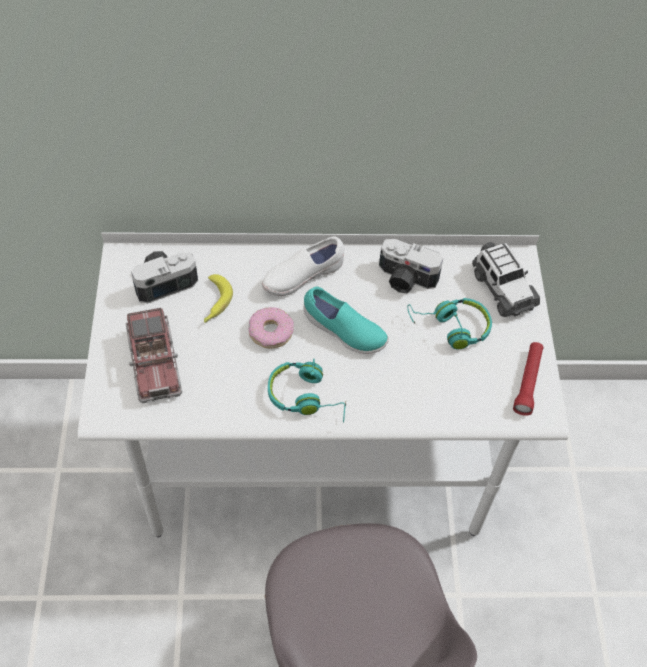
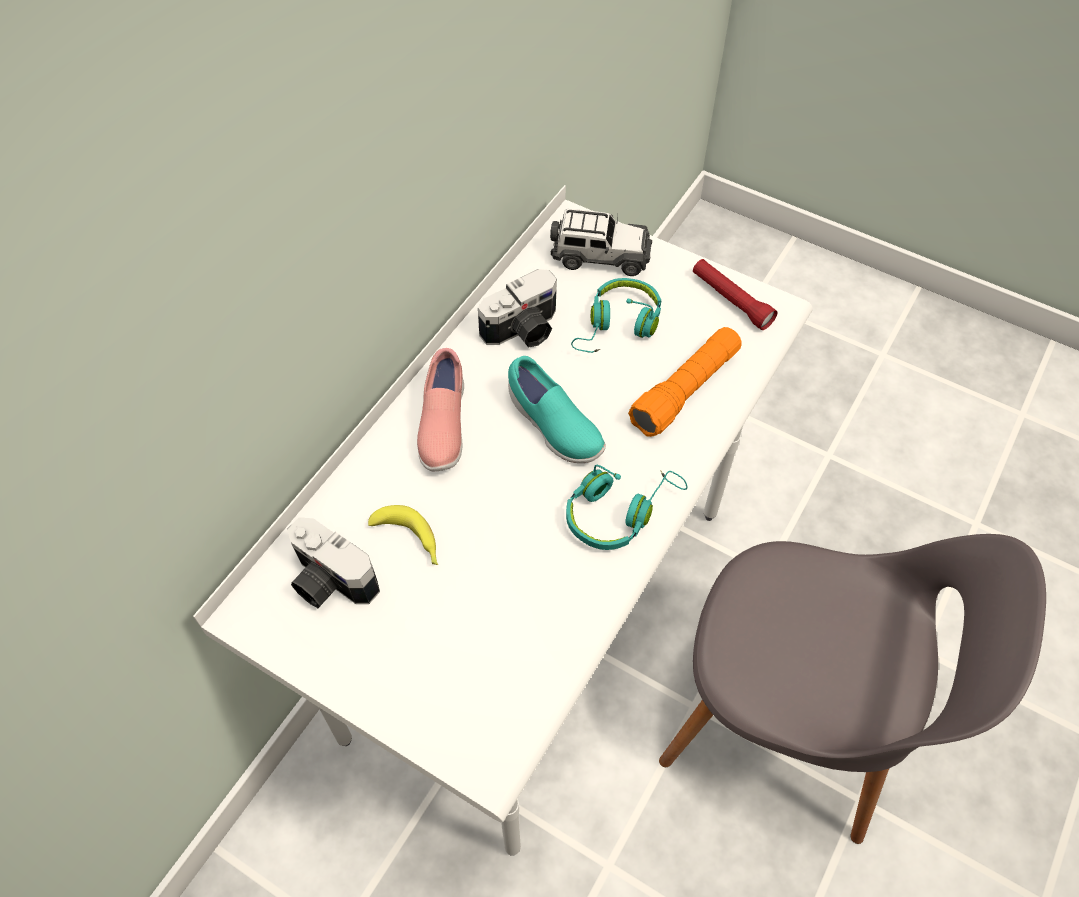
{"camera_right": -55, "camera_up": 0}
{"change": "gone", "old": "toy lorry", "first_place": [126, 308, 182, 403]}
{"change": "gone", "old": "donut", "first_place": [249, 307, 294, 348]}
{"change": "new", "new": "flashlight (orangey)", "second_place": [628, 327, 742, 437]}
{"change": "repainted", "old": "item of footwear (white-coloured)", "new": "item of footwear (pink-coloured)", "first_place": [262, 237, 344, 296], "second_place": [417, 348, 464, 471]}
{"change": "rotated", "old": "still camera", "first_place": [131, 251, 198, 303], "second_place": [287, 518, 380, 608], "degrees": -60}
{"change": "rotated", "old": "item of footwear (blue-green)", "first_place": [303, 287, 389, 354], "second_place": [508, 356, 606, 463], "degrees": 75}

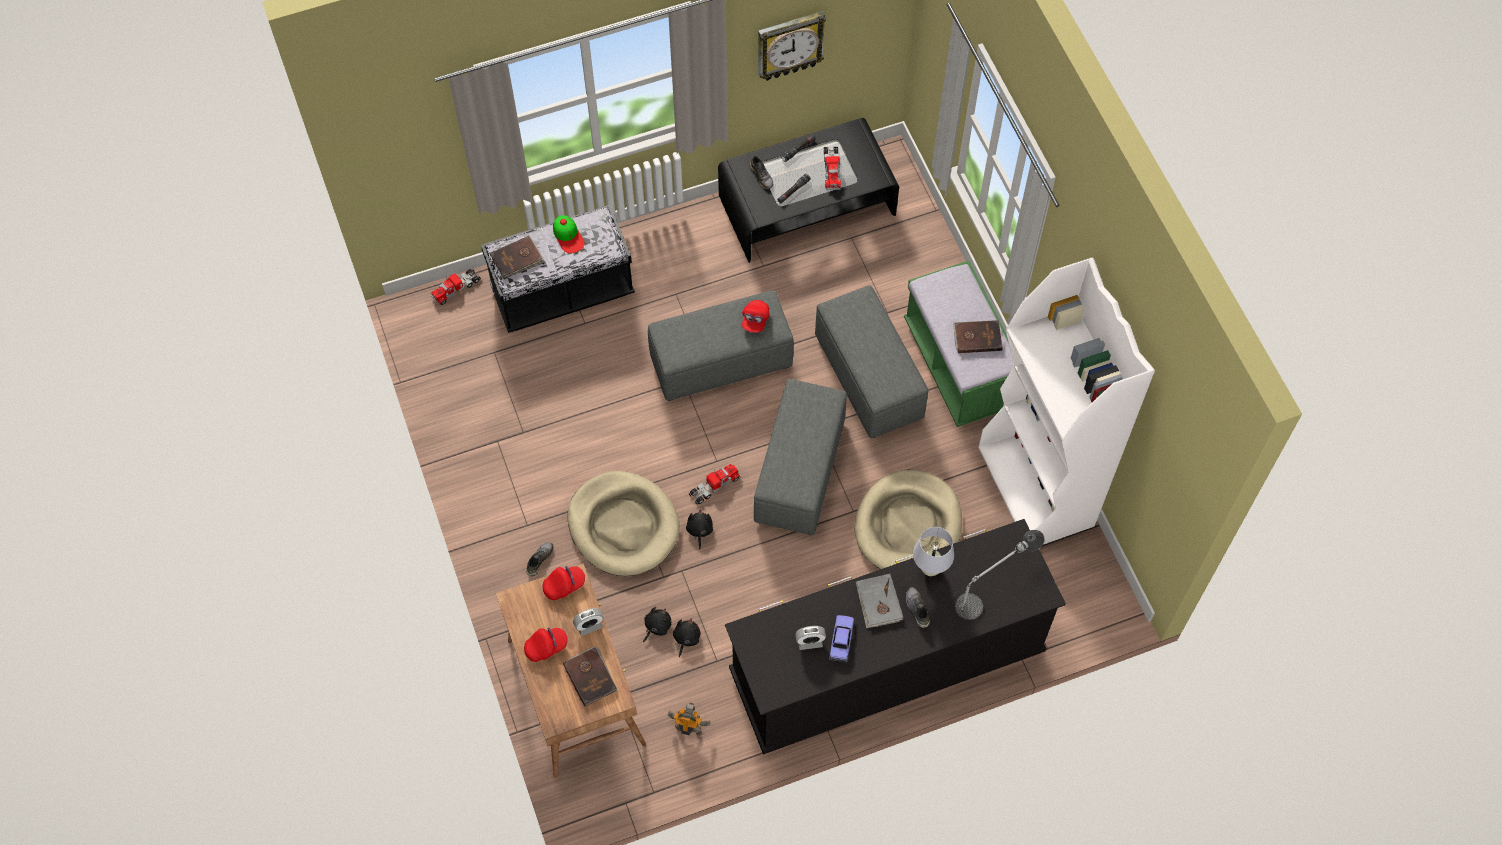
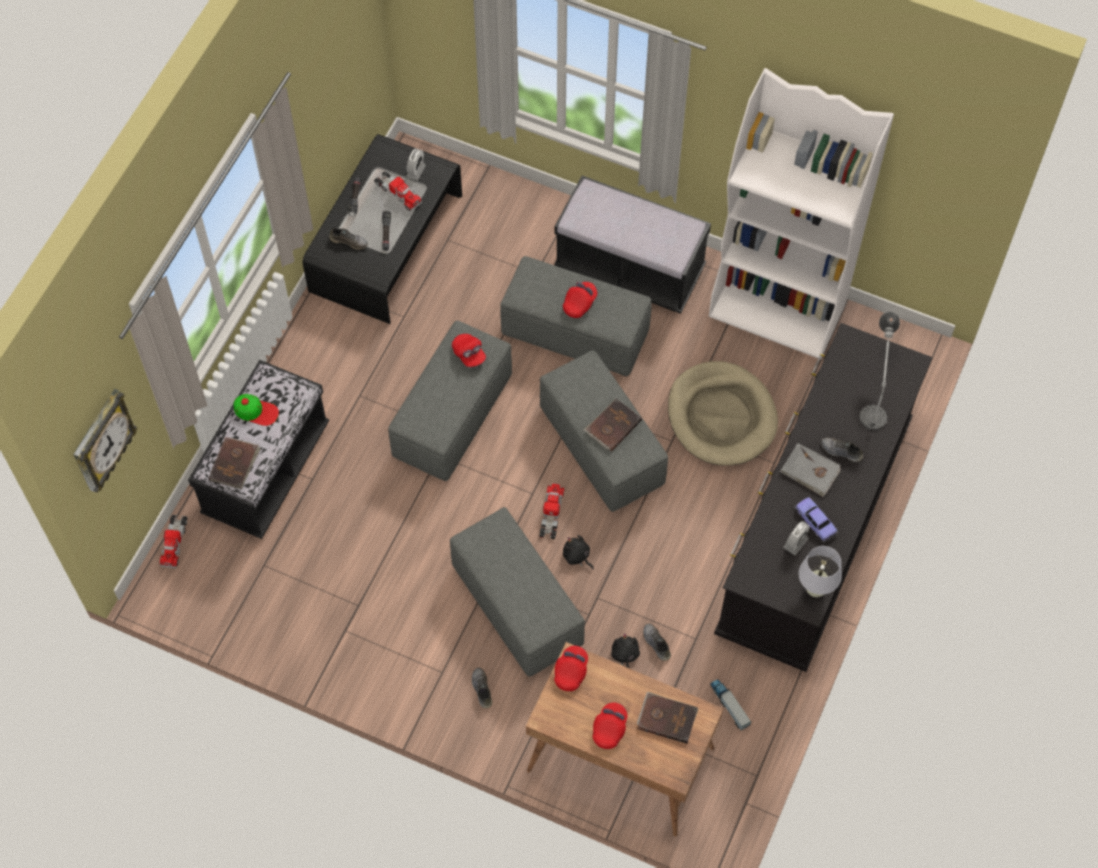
{"camera_right": -45, "camera_up": 0}
{"change": "new", "new": "cap (red)", "second_place": [563, 282, 597, 318]}
{"change": "shifted", "old": "alarm clock", "first_place": [573, 608, 603, 636], "second_place": [406, 148, 426, 181]}
{"change": "shifted", "old": "wall clock", "first_place": [758, 11, 826, 81], "second_place": [73, 389, 138, 492]}
{"change": "shifted", "old": "tabletop lamp (white-coloured)", "first_place": [913, 527, 954, 576], "second_place": [798, 546, 842, 597]}
{"change": "shifted", "old": "book (brownish)", "first_place": [953, 320, 1003, 353], "second_place": [583, 399, 642, 452]}
{"change": "swapped", "old": "dog bed (beige)", "new": "footrest (grey)", "first_place": [568, 471, 680, 576], "second_place": [450, 507, 585, 677]}
{"change": "swapped", "old": "model robot", "new": "toy lorry", "first_place": [667, 703, 711, 735], "second_place": [710, 679, 751, 730]}
{"change": "swapped", "old": "soft toy (blackish)", "new": "item of footwear (grey)", "first_place": [673, 618, 700, 657], "second_place": [643, 623, 671, 661]}
{"change": "repainted", "old": "long seat (greenish)", "new": "long seat (blackish)", "first_place": [904, 261, 1014, 427], "second_place": [554, 176, 711, 314]}

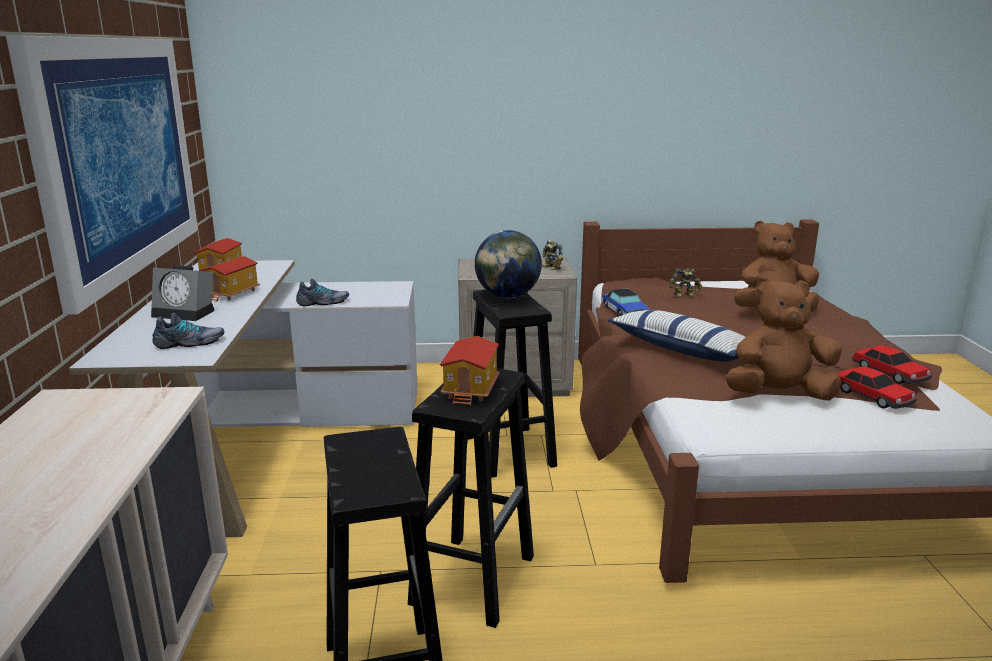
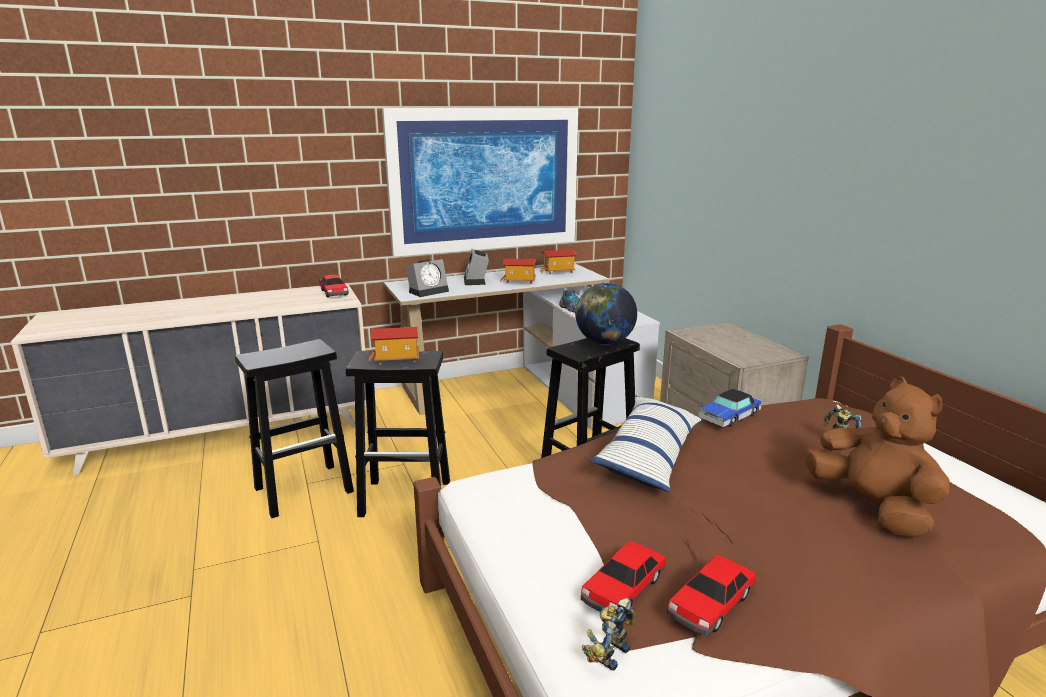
{"camera_right": 70, "camera_up": 0}
{"change": "gone", "old": "soft toy (brownish)", "first_place": [726, 277, 842, 401]}
{"change": "new", "new": "miniature car", "second_place": [320, 275, 349, 297]}
{"change": "shifted", "old": "model robot", "first_place": [542, 239, 563, 270], "second_place": [582, 598, 635, 671]}
{"change": "swapped", "old": "item of footwear", "new": "alarm clock", "first_place": [152, 313, 224, 349], "second_place": [405, 259, 449, 297]}

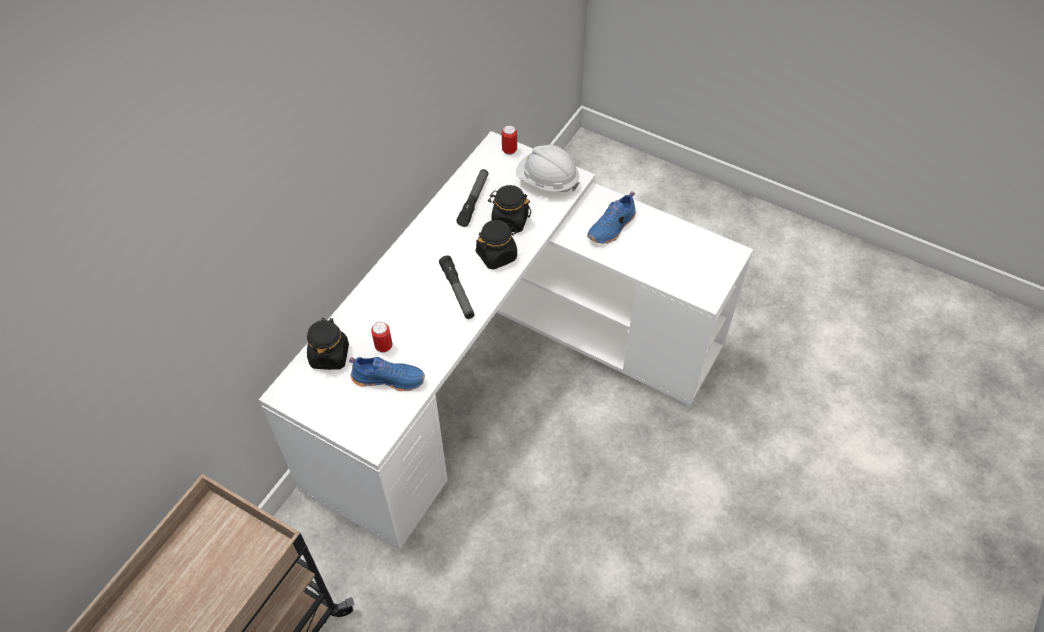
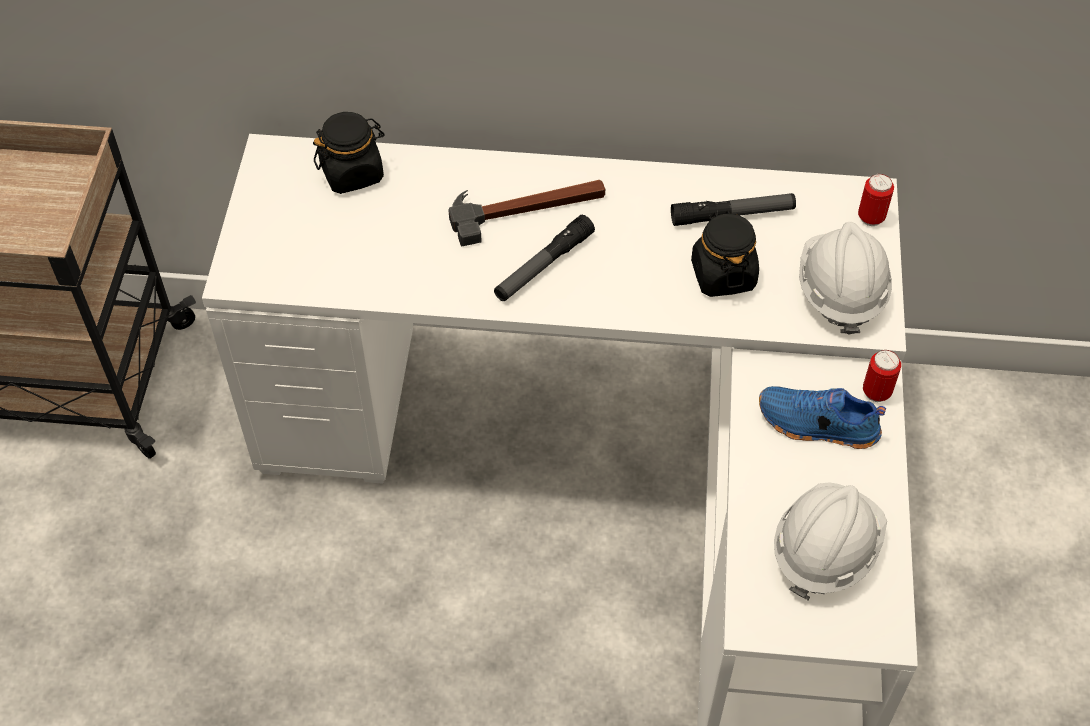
{"camera_right": 65, "camera_up": 0}
{"change": "gone", "old": "item of footwear (blue-coloured)", "first_place": [349, 357, 425, 391]}
{"change": "gone", "old": "jar (blackish)", "first_place": [476, 220, 518, 270]}
{"change": "new", "new": "hammer", "second_place": [448, 180, 605, 247]}
{"change": "new", "new": "work helmet (white-coloured)", "second_place": [774, 482, 887, 600]}
{"change": "shifted", "old": "sealed can", "first_place": [371, 322, 392, 353], "second_place": [863, 350, 901, 402]}

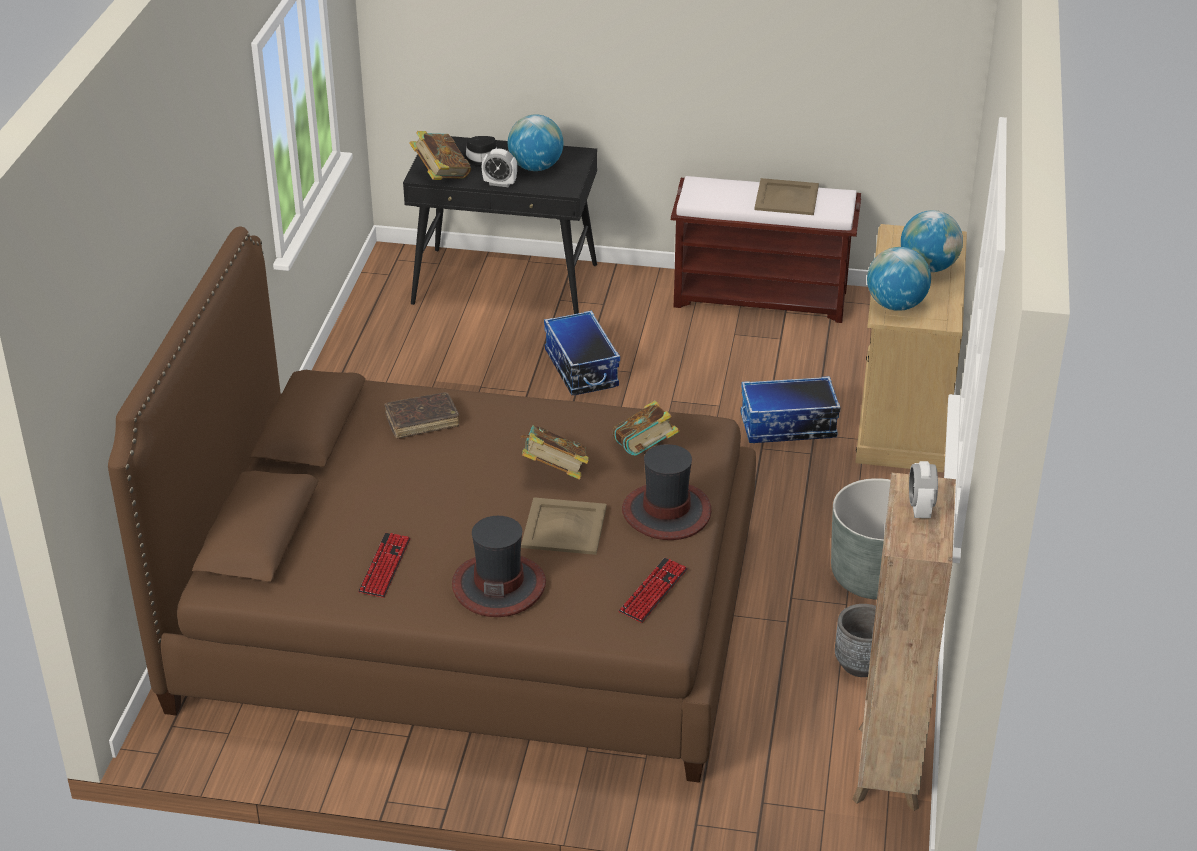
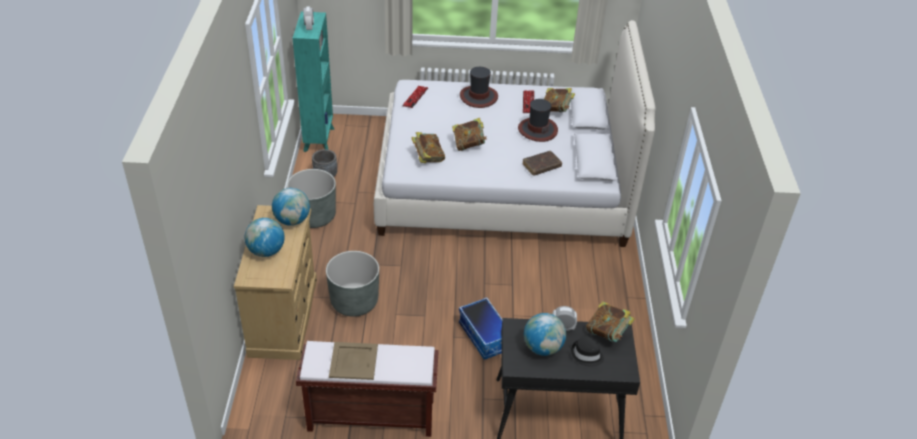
{"camera_right": 170, "camera_up": 5}
{"change": "gone", "old": "carrying tray (beige)", "first_place": [521, 497, 607, 555]}
{"change": "new", "new": "book", "second_place": [544, 88, 575, 112]}
{"change": "shifted", "old": "hat", "first_place": [622, 444, 712, 540], "second_place": [518, 99, 558, 142]}
{"change": "swapped", "old": "storage box", "new": "planter (grey)", "first_place": [741, 376, 841, 443], "second_place": [326, 251, 379, 317]}
{"change": "repainted", "old": "bed (brownish)", "new": "bed (white-coloured)", "first_place": [108, 227, 756, 783], "second_place": [374, 20, 655, 247]}
{"change": "repainted", "old": "bookshelf (brownish)", "new": "bookshelf (blue-green)", "first_place": [852, 473, 956, 811], "second_place": [293, 12, 334, 152]}

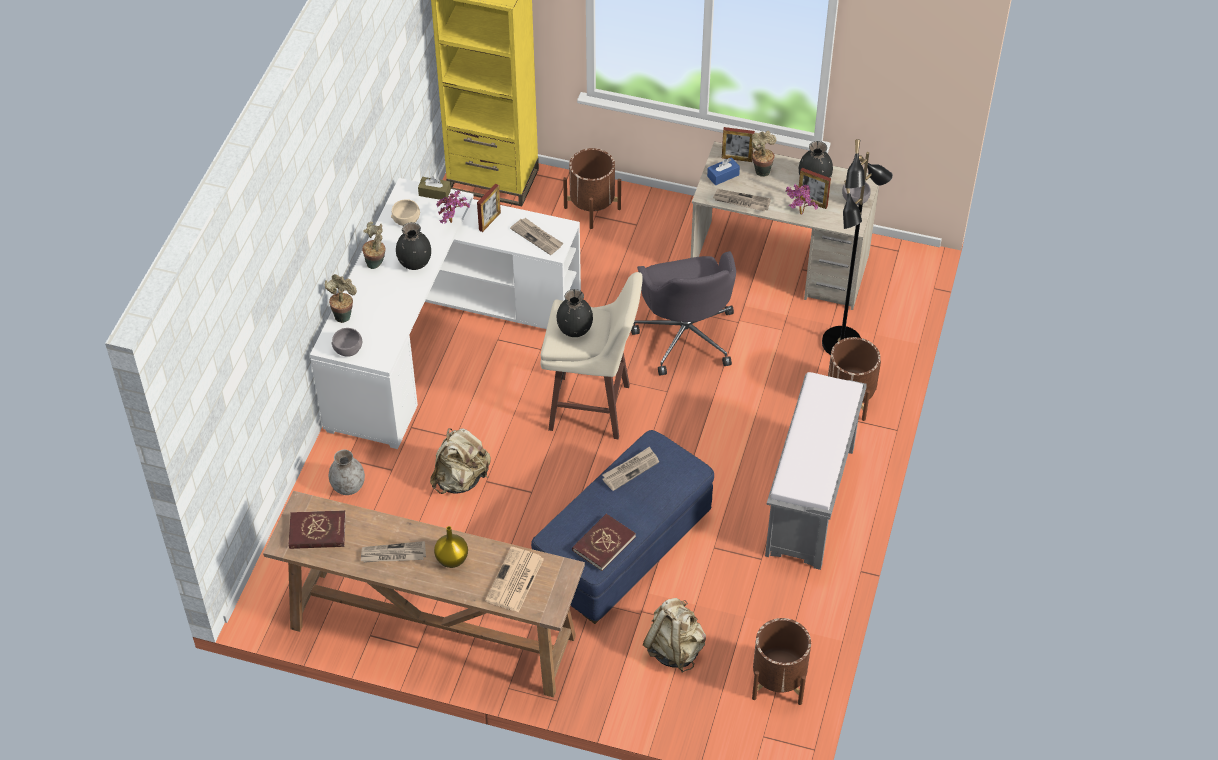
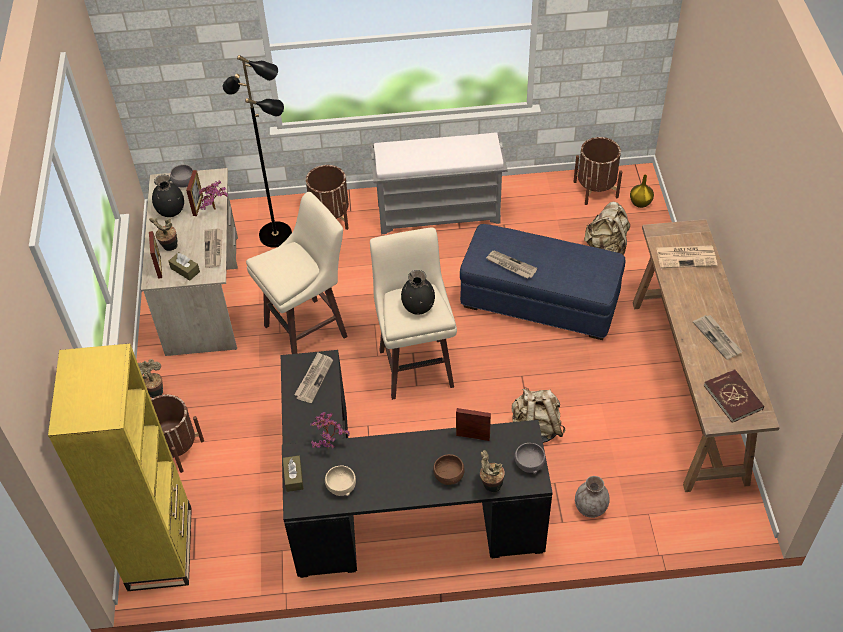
{"camera_right": -110, "camera_up": 0}
{"change": "gone", "old": "flower vase (blackish)", "first_place": [396, 222, 431, 270]}
{"change": "gone", "old": "book (red)", "first_place": [572, 514, 636, 571]}
{"change": "new", "new": "deep dish (brownish)", "second_place": [433, 454, 465, 485]}
{"change": "shifted", "old": "potted plant", "first_place": [362, 222, 386, 269], "second_place": [138, 359, 163, 398]}
{"change": "shifted", "old": "flower vase (yellowish)", "first_place": [434, 526, 468, 568], "second_place": [630, 175, 654, 208]}
{"change": "shifted", "old": "picture frame", "first_place": [477, 183, 501, 232], "second_place": [456, 408, 491, 441]}
{"change": "swapped", "old": "computer chair (grey)", "new": "sitting stool (beige)", "first_place": [631, 251, 736, 376], "second_place": [246, 192, 348, 354]}
{"change": "repainted", "old": "desk table (white-coloured)", "new": "desk table (blackish)", "first_place": [310, 178, 581, 449], "second_place": [281, 350, 553, 578]}
{"change": "repainted", "old": "box of tissues (blue-coloured)", "new": "box of tissues (brownish)", "first_place": [707, 157, 740, 186], "second_place": [169, 252, 200, 281]}

